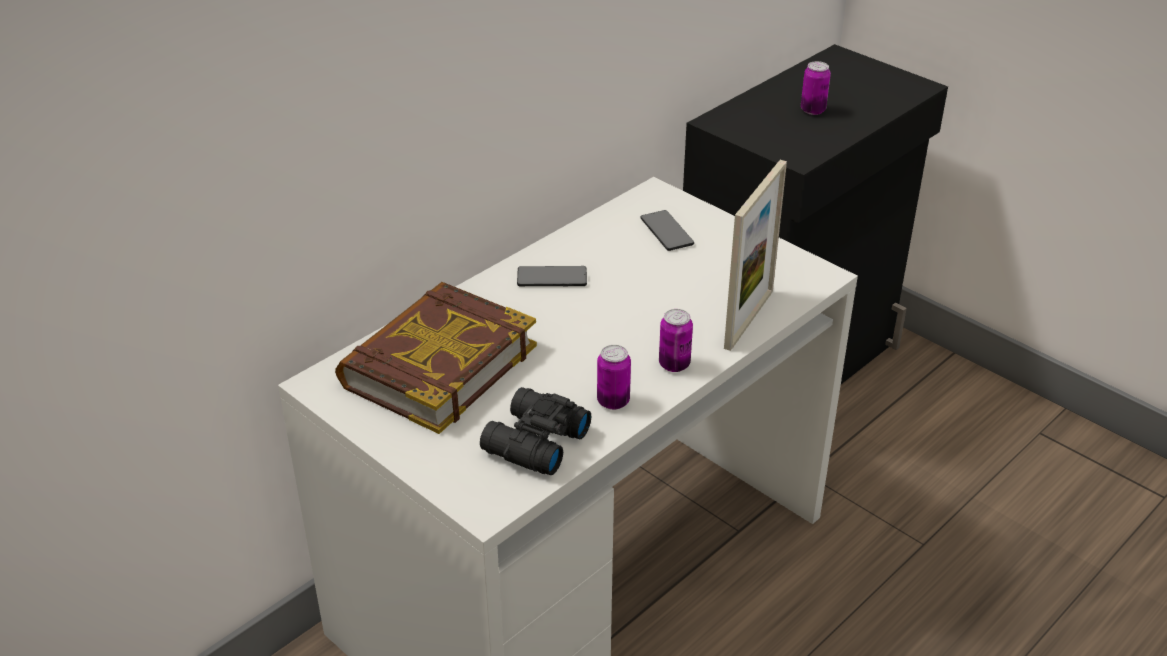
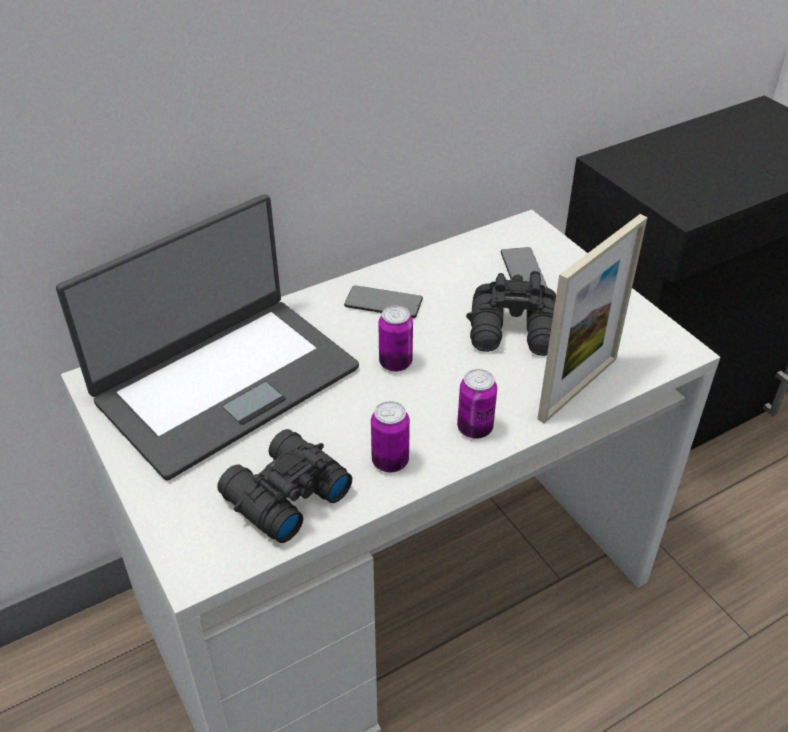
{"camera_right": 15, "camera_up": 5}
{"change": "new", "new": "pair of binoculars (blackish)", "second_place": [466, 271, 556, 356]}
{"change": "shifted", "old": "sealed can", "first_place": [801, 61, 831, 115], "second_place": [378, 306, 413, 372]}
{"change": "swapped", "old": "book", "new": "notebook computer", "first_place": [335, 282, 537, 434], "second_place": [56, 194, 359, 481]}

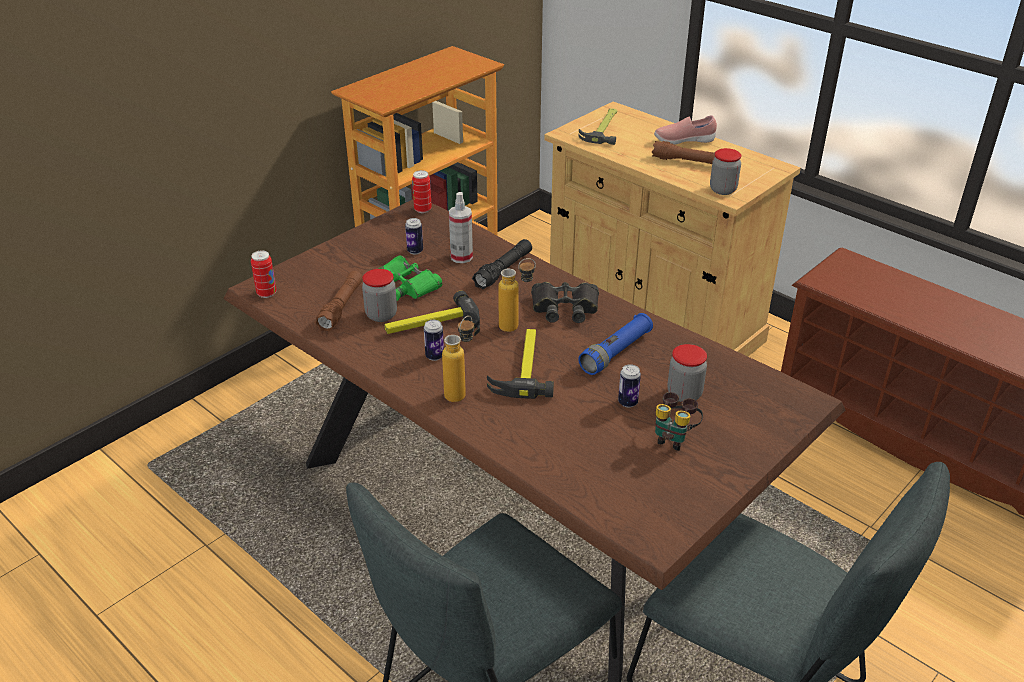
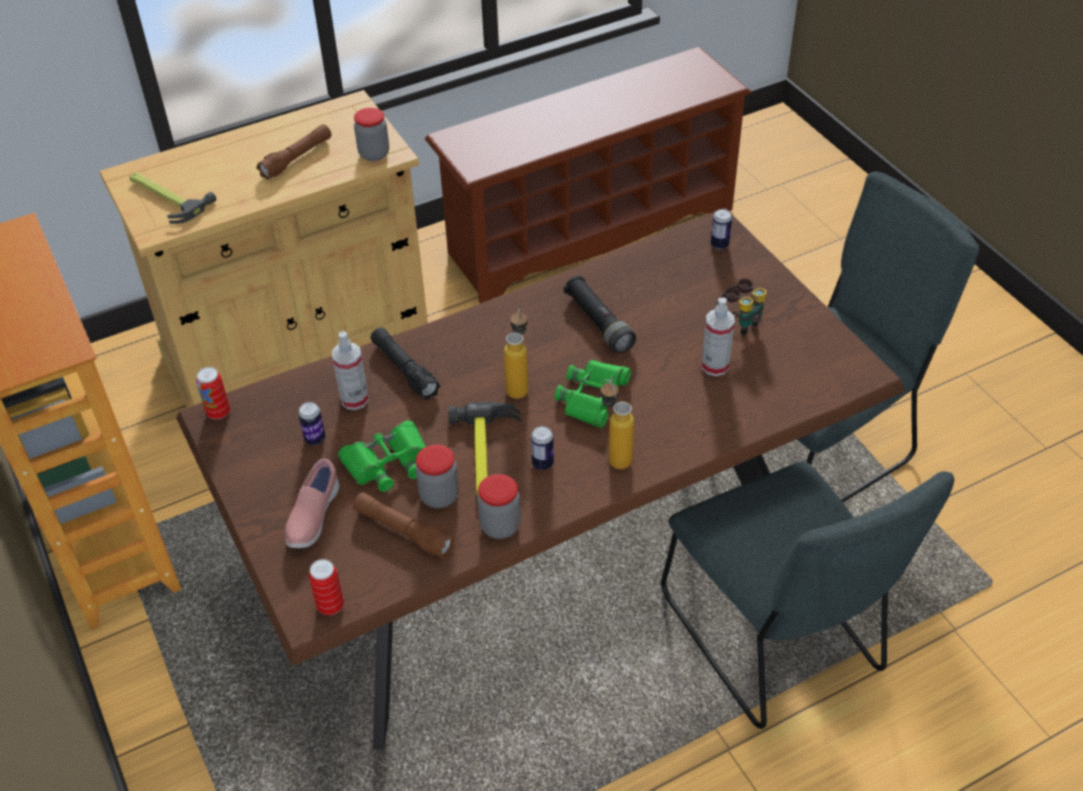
{"camera_right": -70, "camera_up": 10}
{"change": "gone", "old": "pair of binoculars (blackish)", "first_place": [531, 282, 599, 323]}
{"change": "new", "new": "spray bottle", "second_place": [701, 297, 735, 376]}
{"change": "shifted", "old": "sealed can", "first_place": [618, 364, 641, 407], "second_place": [711, 209, 732, 249]}
{"change": "shifted", "old": "item of footwear (pink-coloured)", "first_place": [654, 115, 717, 145], "second_place": [285, 459, 339, 548]}
{"change": "shifted", "old": "jar", "first_place": [667, 344, 707, 402], "second_place": [477, 474, 521, 539]}
{"change": "swapped", "old": "hammer", "new": "pair of binoculars (greenish)", "first_place": [487, 329, 554, 399], "second_place": [555, 360, 631, 428]}
{"change": "repainted", "old": "flashlight (blue-coloured)", "new": "flashlight (blackish)", "first_place": [578, 313, 653, 375], "second_place": [564, 276, 636, 353]}

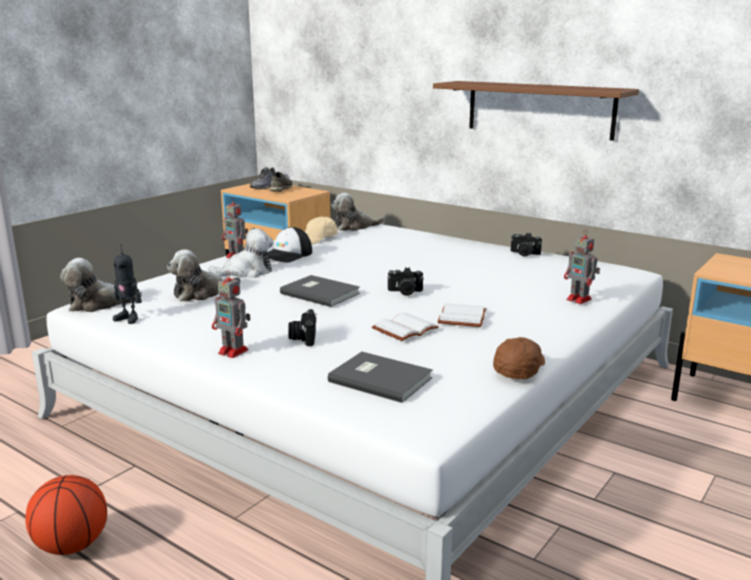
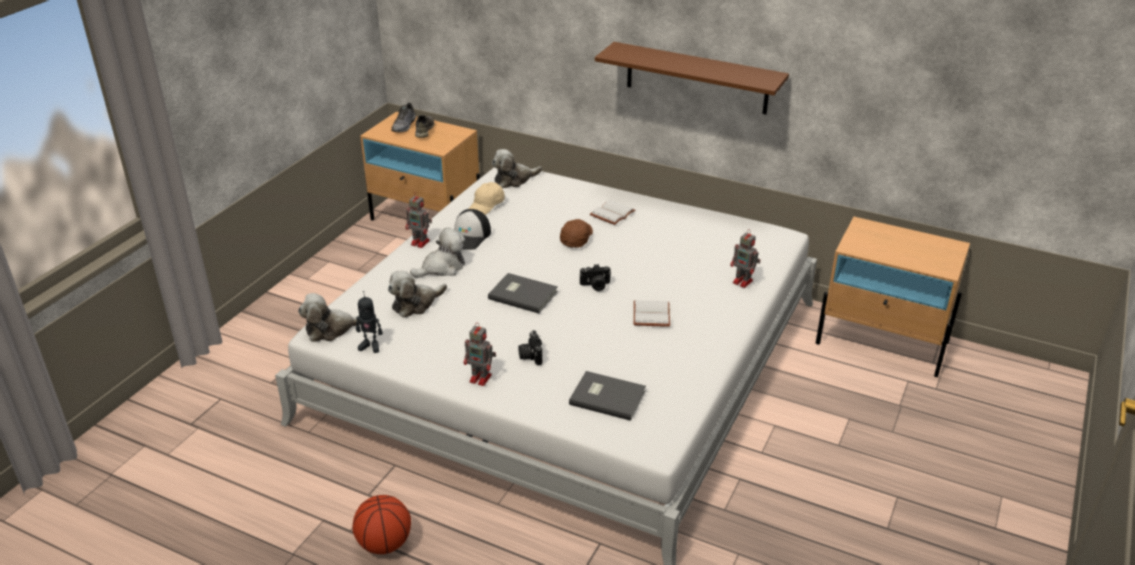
{"camera_right": -10, "camera_up": 15}
{"change": "gone", "old": "still camera", "first_place": [510, 233, 542, 256]}
{"change": "shifted", "old": "book (white-coloured)", "first_place": [372, 313, 439, 341], "second_place": [590, 200, 636, 225]}
{"change": "shifted", "old": "cap (brownish)", "first_place": [493, 337, 545, 379], "second_place": [560, 219, 593, 247]}

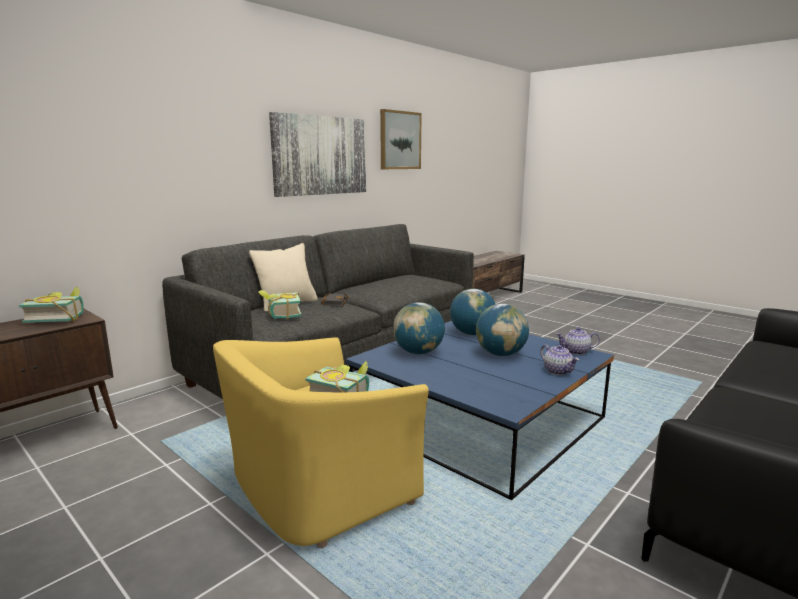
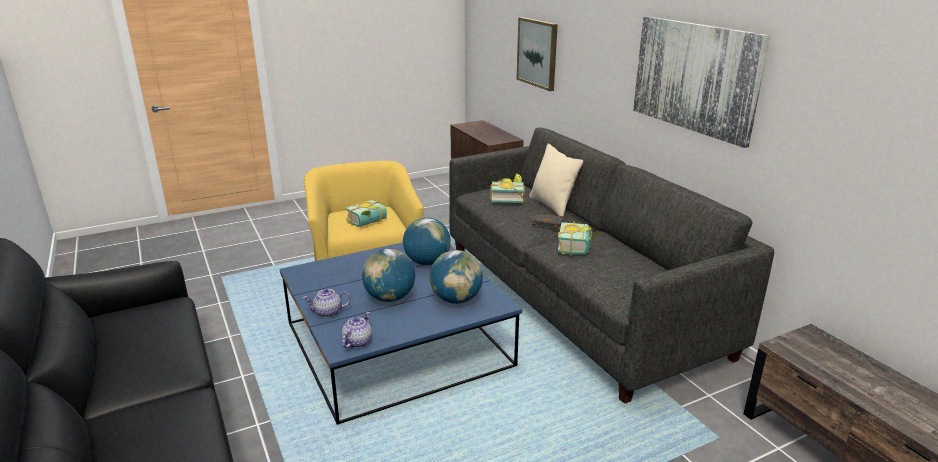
{"camera_right": 110, "camera_up": 10}
{"change": "shifted", "old": "book", "first_place": [19, 286, 84, 323], "second_place": [558, 222, 601, 256]}
{"change": "shifted", "old": "picture", "first_place": [380, 109, 422, 169], "second_place": [516, 17, 558, 91]}

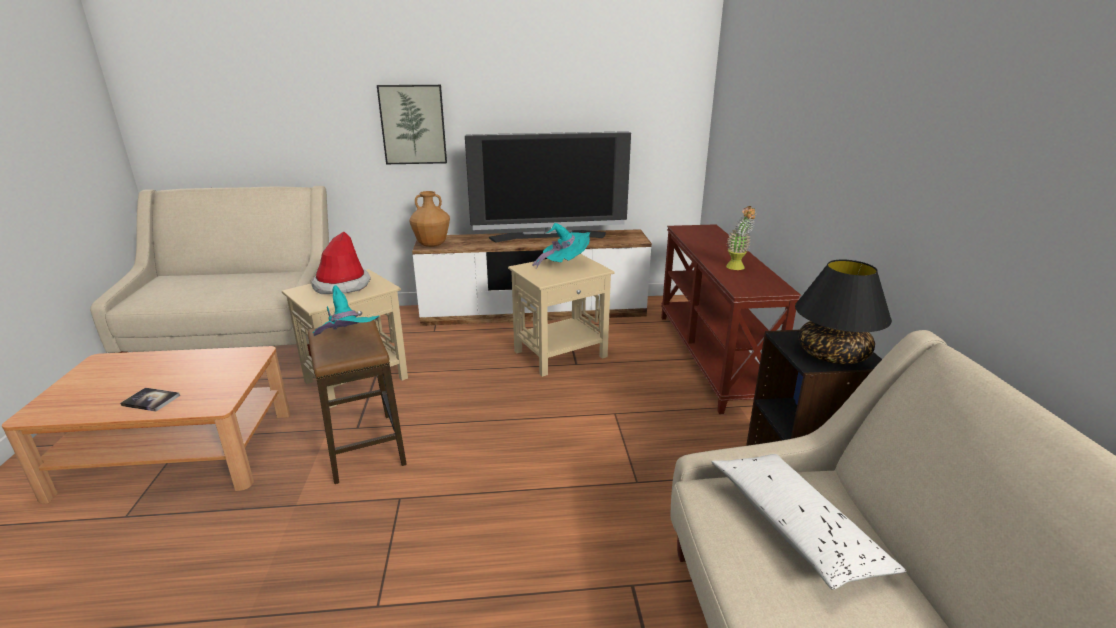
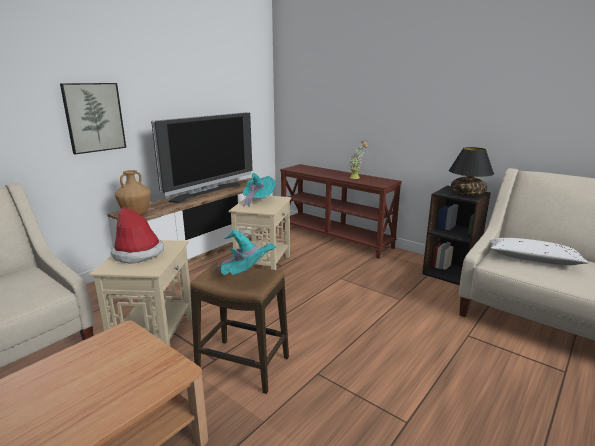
{"camera_right": -45, "camera_up": -5}
{"change": "gone", "old": "book", "first_place": [120, 388, 180, 412]}

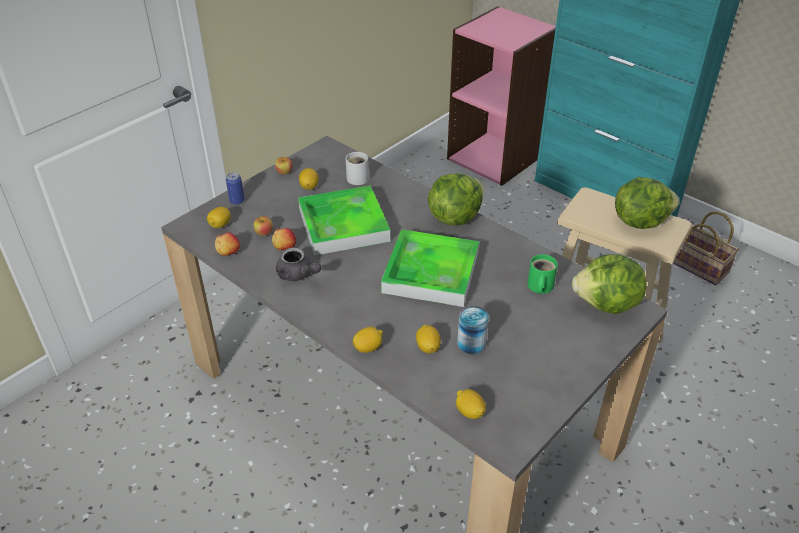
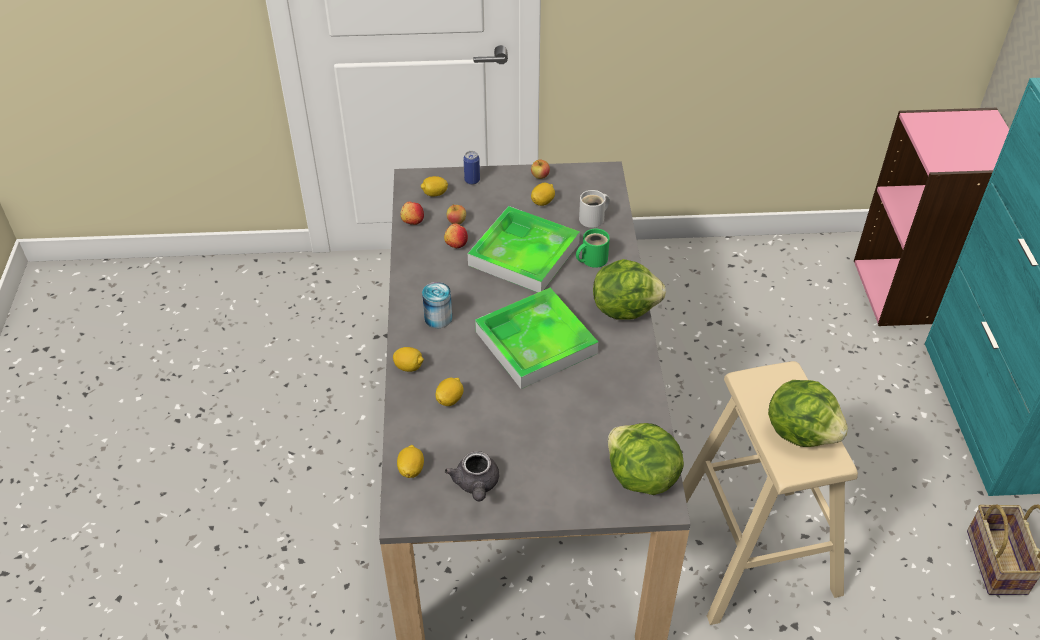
{"camera_right": 45, "camera_up": 5}
{"change": "shifted", "old": "pot for tea (grey)", "first_place": [276, 248, 321, 281], "second_place": [445, 451, 499, 501]}
{"change": "shifted", "old": "sealed can", "first_place": [457, 306, 489, 354], "second_place": [422, 282, 452, 328]}
{"change": "shifted", "old": "mug (greenish)", "first_place": [527, 254, 558, 294], "second_place": [576, 229, 610, 268]}

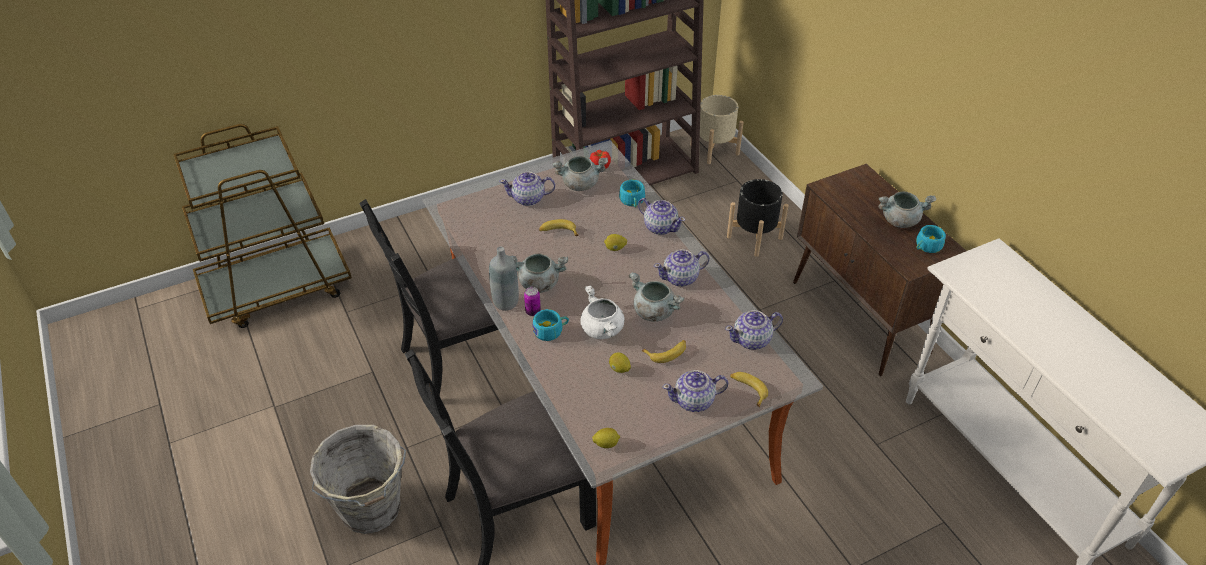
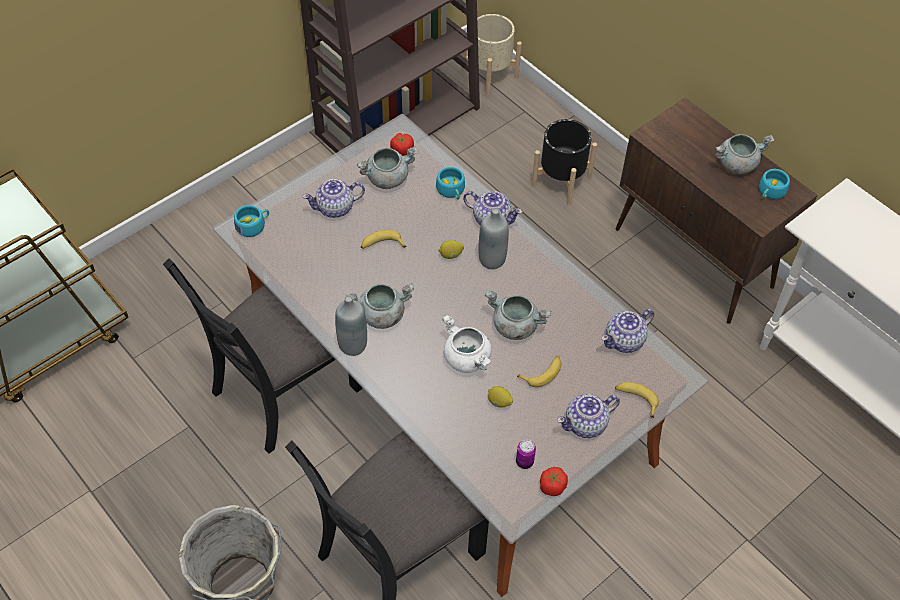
{"camera_right": -15, "camera_up": 10}
{"change": "gone", "old": "citrus fruit", "first_place": [592, 428, 620, 448]}
{"change": "gone", "old": "pot for tea", "first_place": [654, 249, 709, 287]}
{"change": "new", "new": "drink bottle (grey)", "second_place": [478, 208, 509, 269]}
{"change": "new", "new": "fresh tomato", "second_place": [540, 467, 568, 496]}
{"change": "shifted", "old": "sealed can", "first_place": [524, 287, 541, 316], "second_place": [516, 439, 536, 469]}
{"change": "shifted", "old": "drinking cup (blue-green)", "first_place": [533, 309, 569, 341], "second_place": [234, 205, 269, 237]}

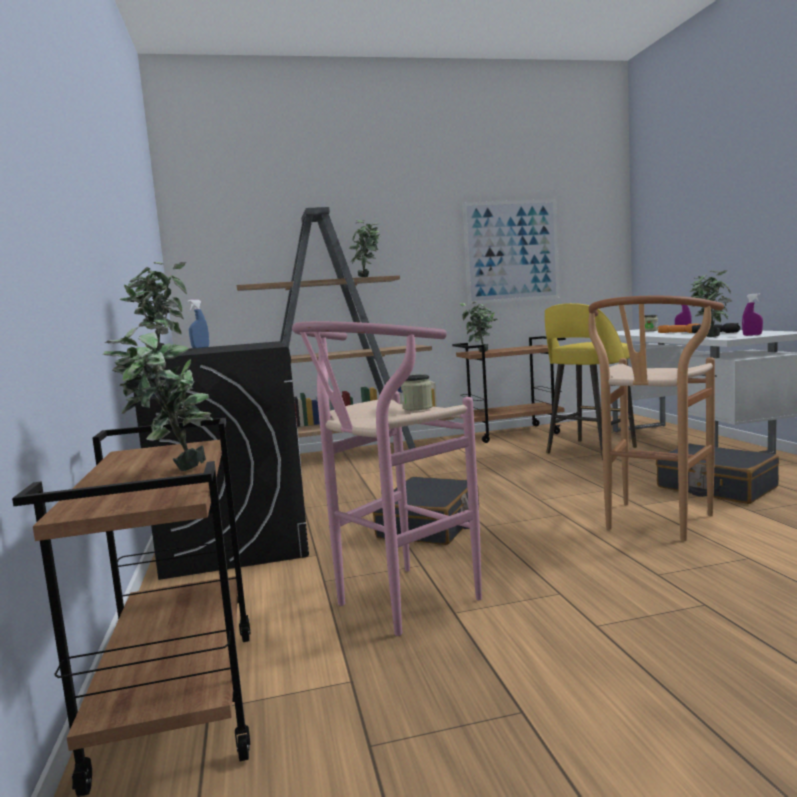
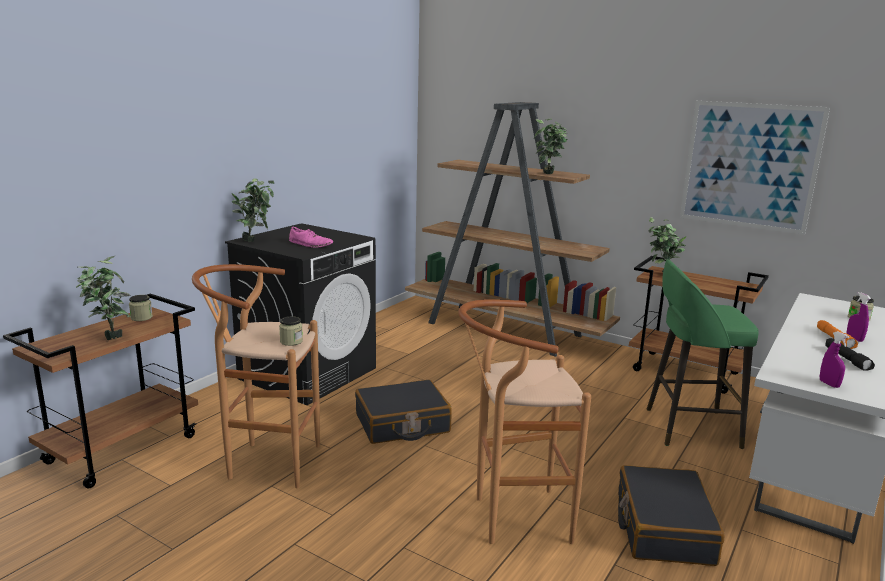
{"camera_right": 45, "camera_up": 10}
{"change": "gone", "old": "spray bottle (blue-coloured)", "first_place": [188, 299, 209, 348]}
{"change": "gone", "old": "potted plant", "first_place": [689, 270, 732, 337]}
{"change": "new", "new": "jar", "second_place": [129, 295, 153, 321]}
{"change": "new", "new": "item of footwear (pink-coloured)", "second_place": [289, 227, 333, 248]}
{"change": "repainted", "old": "sitting stool (pink-coloured)", "new": "sitting stool (brownish)", "first_place": [292, 321, 482, 636], "second_place": [192, 264, 320, 489]}
{"change": "repainted", "old": "sitting stool (yellowish)", "new": "sitting stool (greenish)", "first_place": [545, 303, 637, 461], "second_place": [647, 260, 759, 449]}

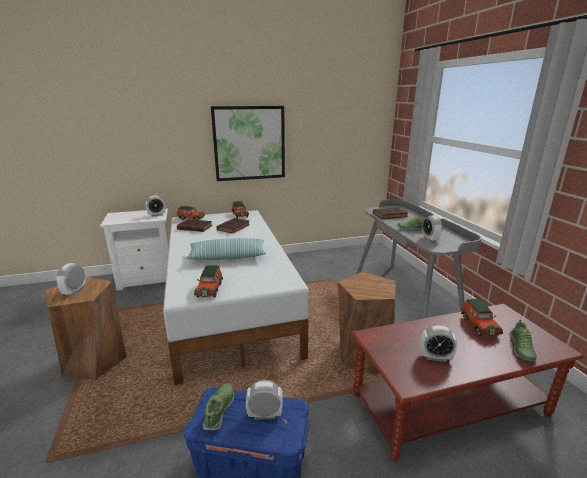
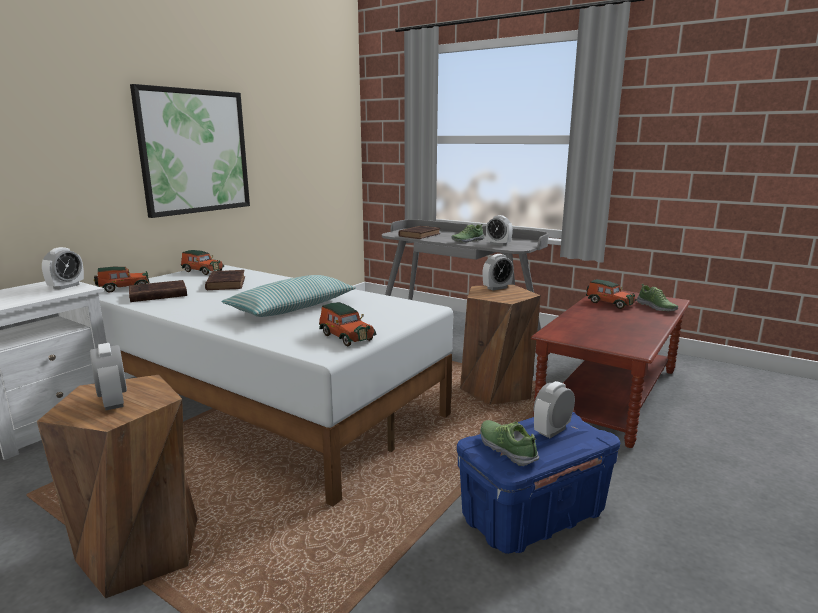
{"camera_right": -40, "camera_up": -5}
{"change": "shifted", "old": "alarm clock", "first_place": [420, 325, 457, 362], "second_place": [483, 254, 514, 290]}

